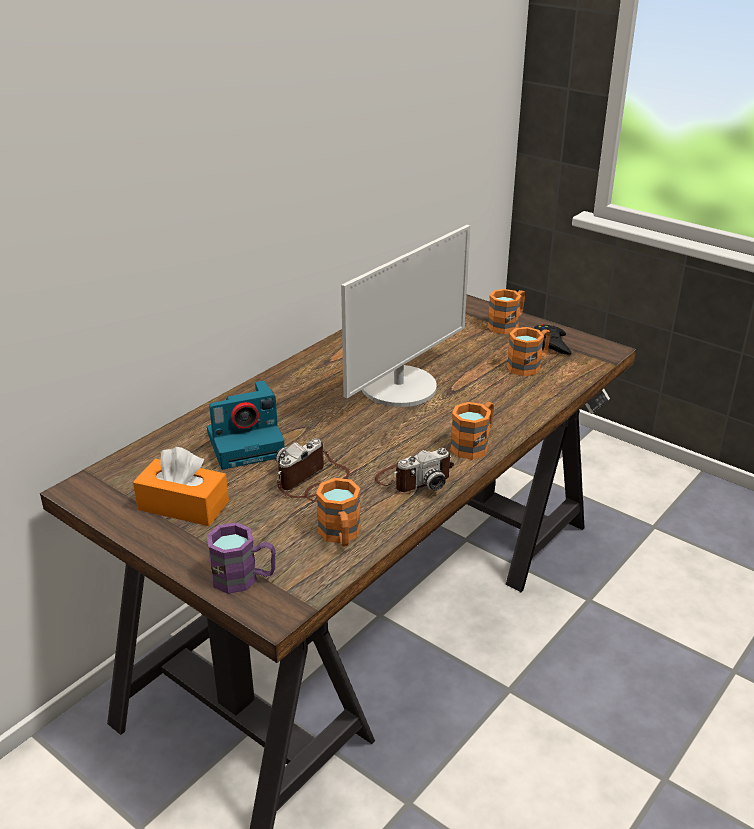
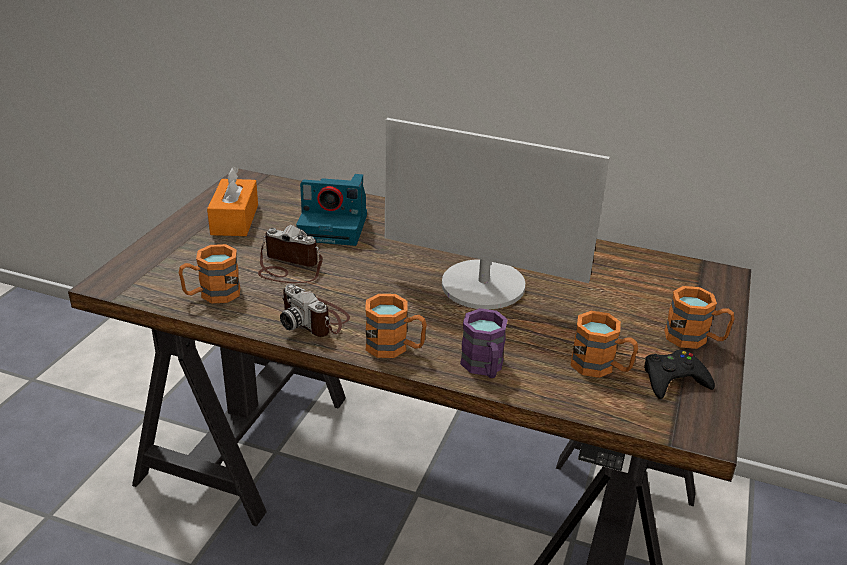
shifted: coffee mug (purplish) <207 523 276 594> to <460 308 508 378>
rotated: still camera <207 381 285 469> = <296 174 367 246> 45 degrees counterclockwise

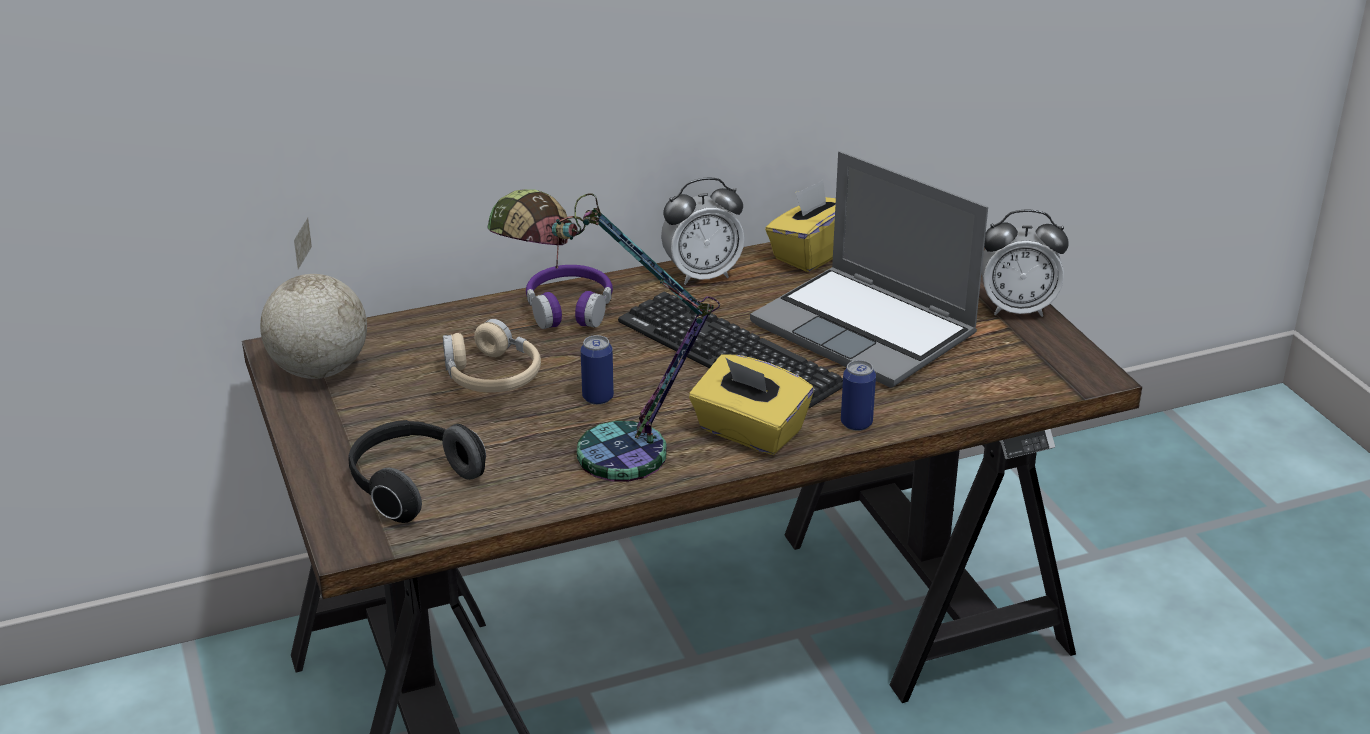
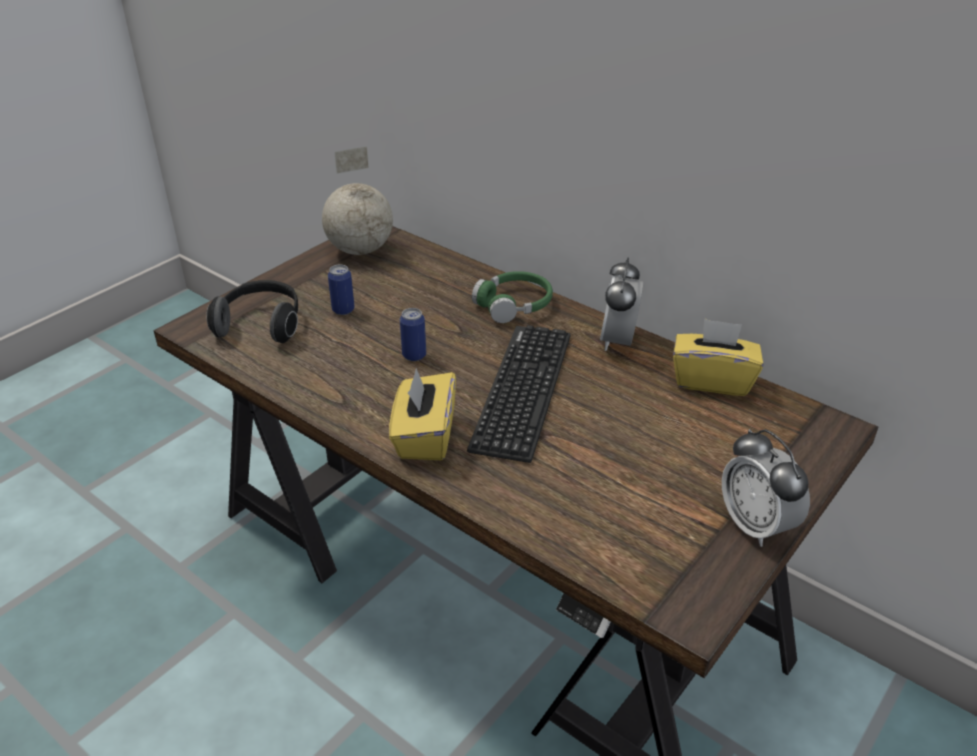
gone: headphones (sand-coloured) <443 319 541 393>; lamp for a table <487 189 720 482>; portable computer <750 151 988 388>
shifted: can <841 360 876 431> to <328 265 355 315>
repainted: headphones (purplish) <526 265 613 329> to headphones (greenish) <472 271 553 323>
rotated: bedside clock <661 178 744 285> = <600 258 643 351> 60 degrees clockwise

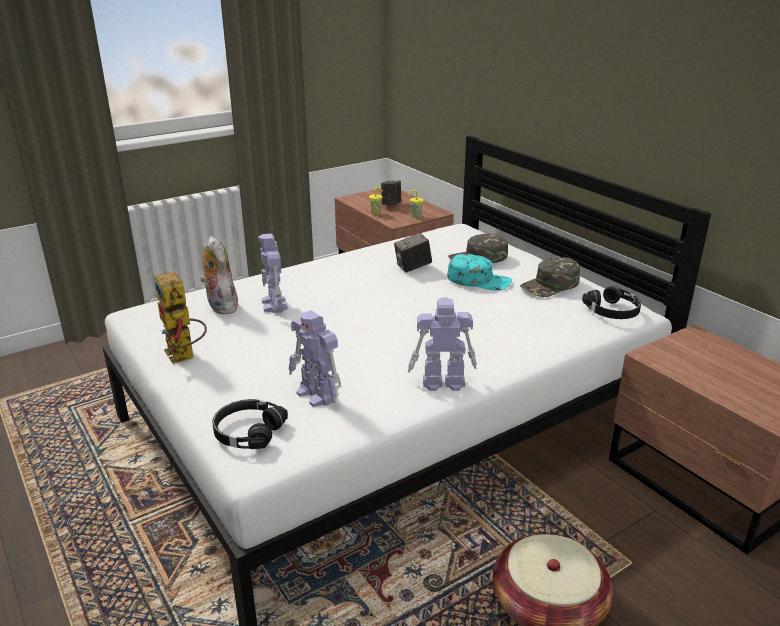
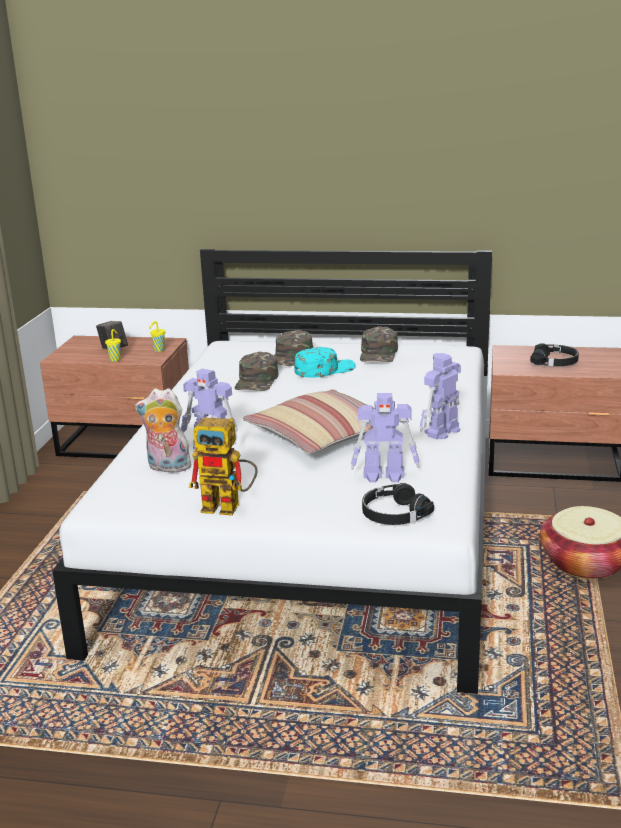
new: throw pillow <243 389 400 454>
shifted: headphones (black) <582 286 641 319> to <530 343 579 366>
swapped: still camera <394 233 432 272> to cap (greenish) <235 352 278 391>

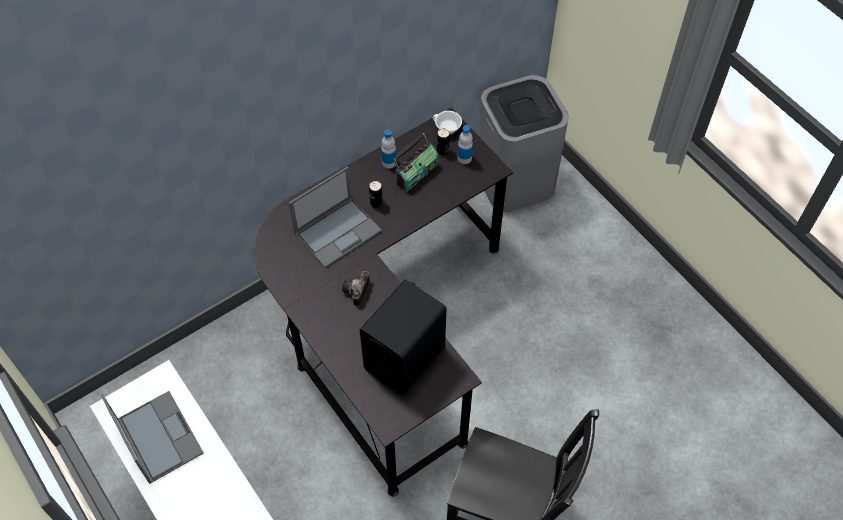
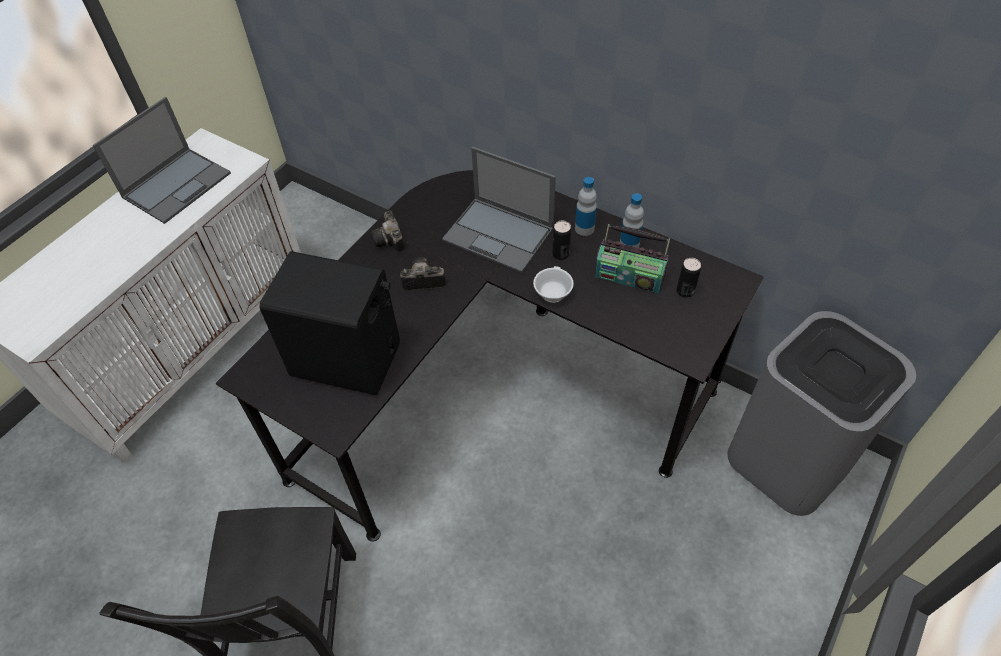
new: still camera <371 211 405 252>
shifted: drinking cup (white-coloured) <433 111 462 134> to <533 266 574 303>; beverage bottle <458 125 473 164> to <575 177 597 236>

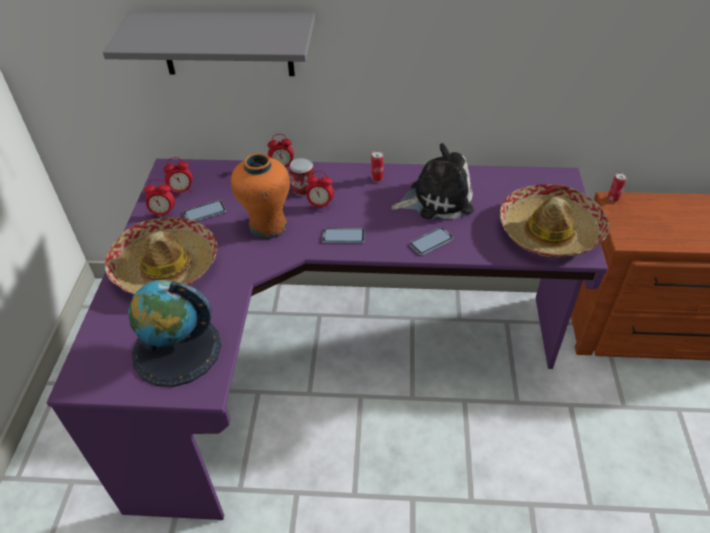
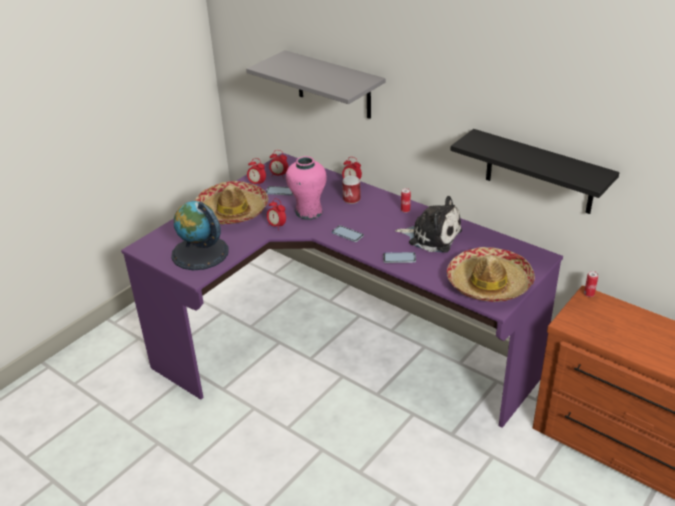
new: shelf (black) <450 129 620 214>
shifted: bedside clock <306 171 334 210> to <267 199 286 230>
repainted: decorative vase (orangey) <231 153 290 239> to decorative vase (pink-coloured) <286 156 327 220>

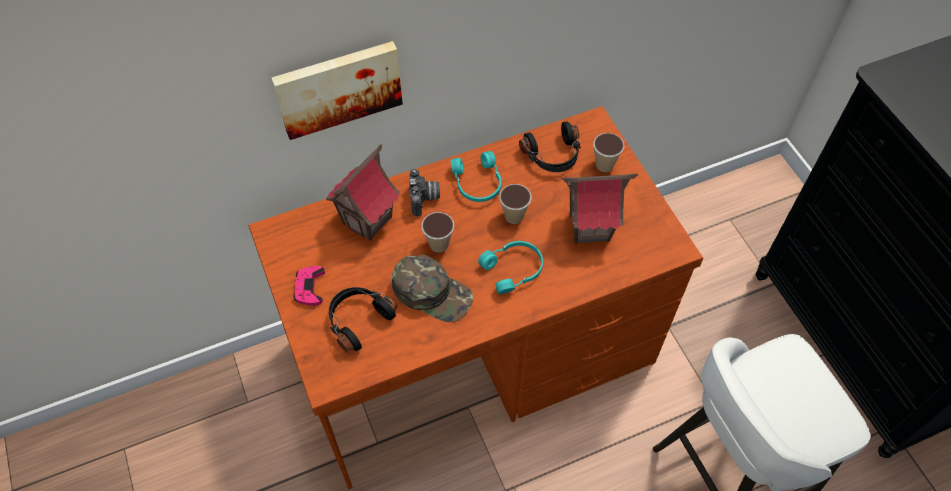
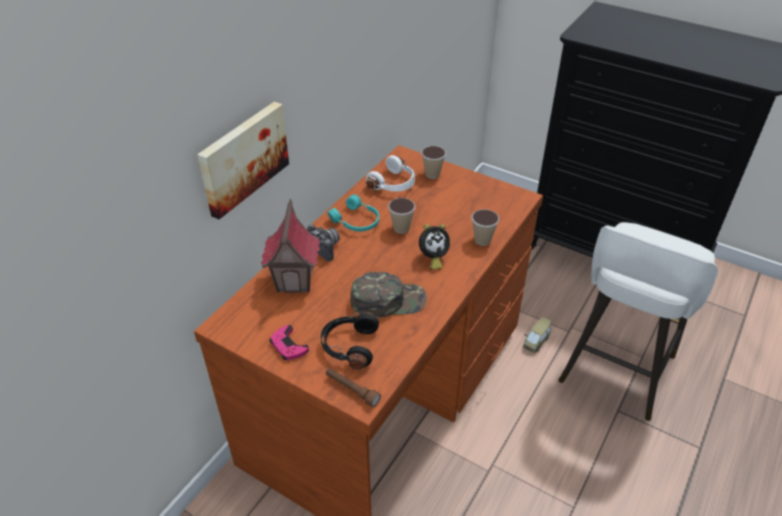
gone: miniature house <562 173 638 244>
new: flashlight (brownish) <326 368 381 407>; model car <523 317 551 353>
shifted: drinking cup <421 212 454 252> to <472 209 499 246>
swapped: headphones (turquoise) <478 241 543 294> to bedside clock <419 224 450 269>
repainted: headphones (black) <519 122 581 172> to headphones (white-coloured) <366 155 415 192>

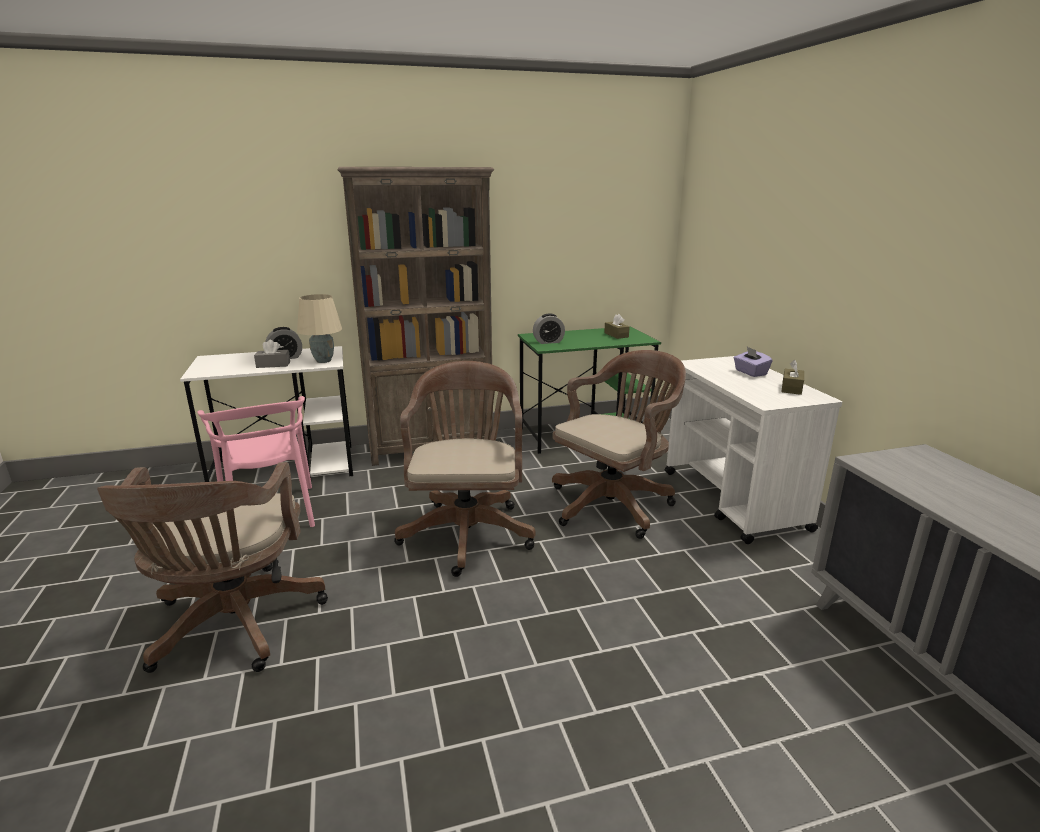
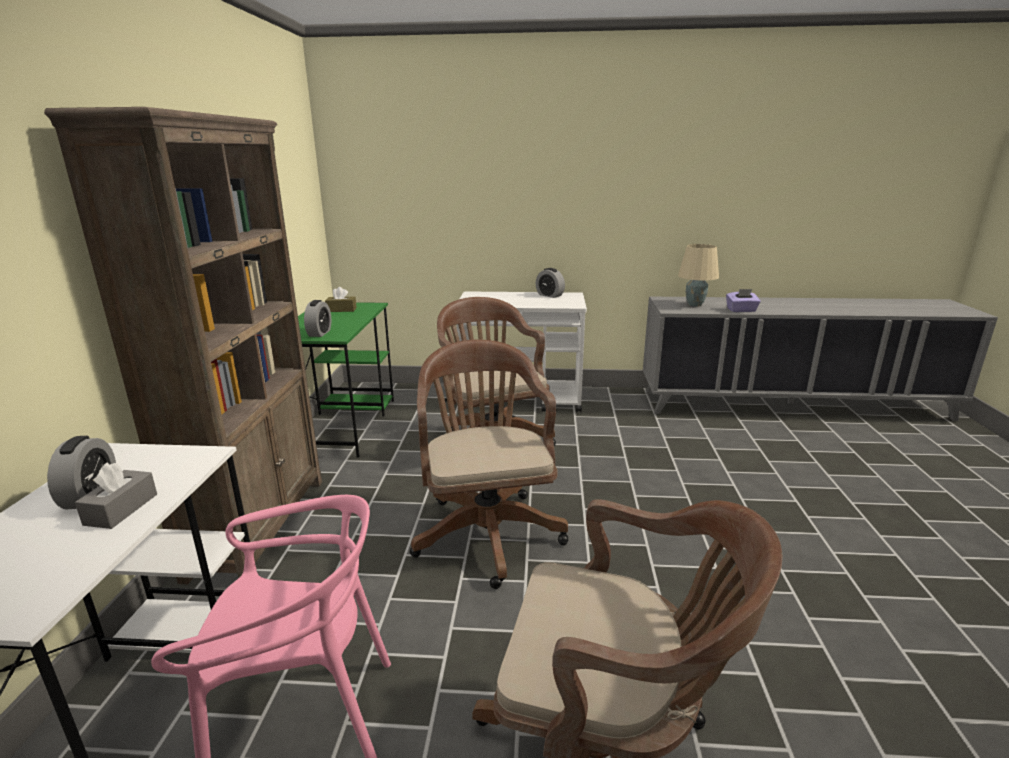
shifted: lamp for a table (sand-coloured) <297 294 342 363> to <678 244 719 307>; tissue box (purplish) <734 347 773 377> to <726 289 761 312>
swapped: tissue box (brownish) <782 360 804 395> to bedside clock <536 268 565 298>
rotated: office chair (brownish) <394 361 536 577> = <410 339 569 589> 60 degrees clockwise

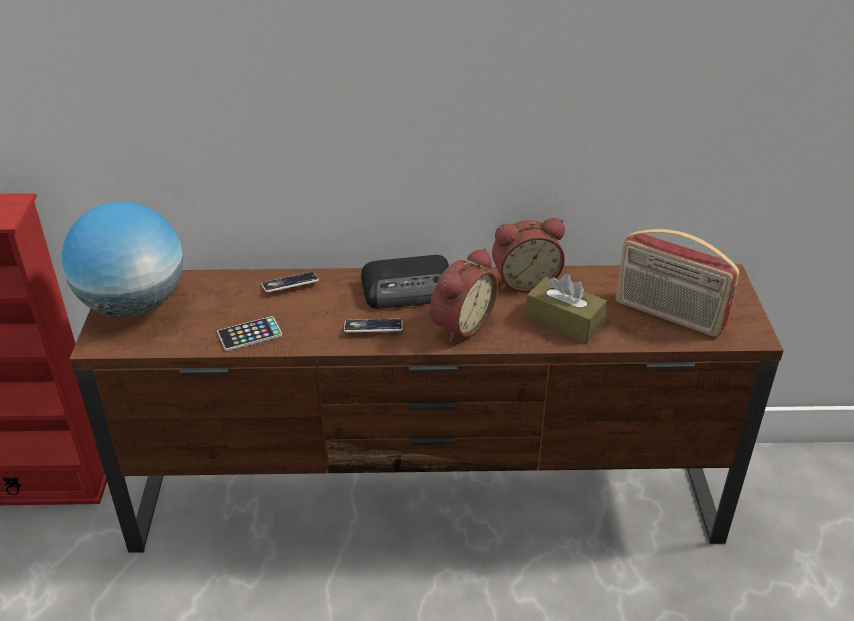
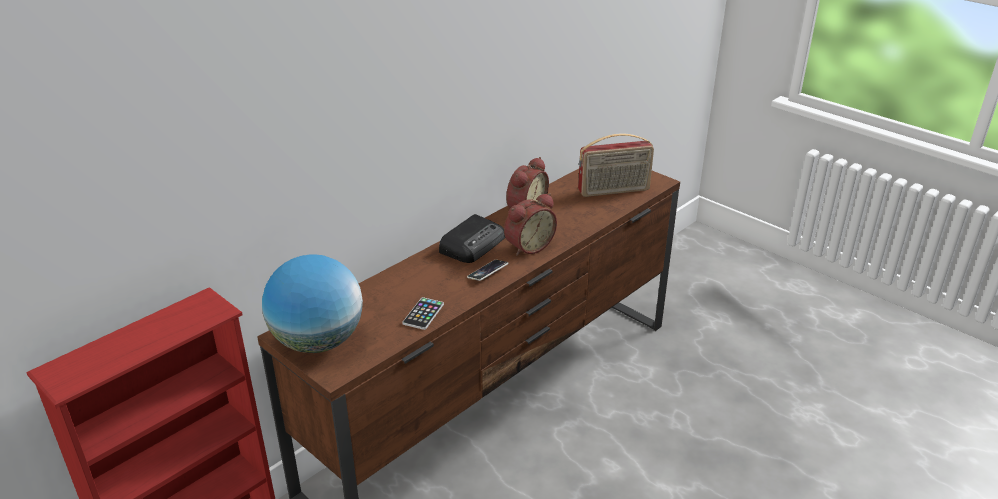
gone: telephone <261 272 319 292>; tissue box (brownish) <525 274 607 343>
rotated: bedside clock <430 248 498 342> = <504 193 557 256> 60 degrees clockwise

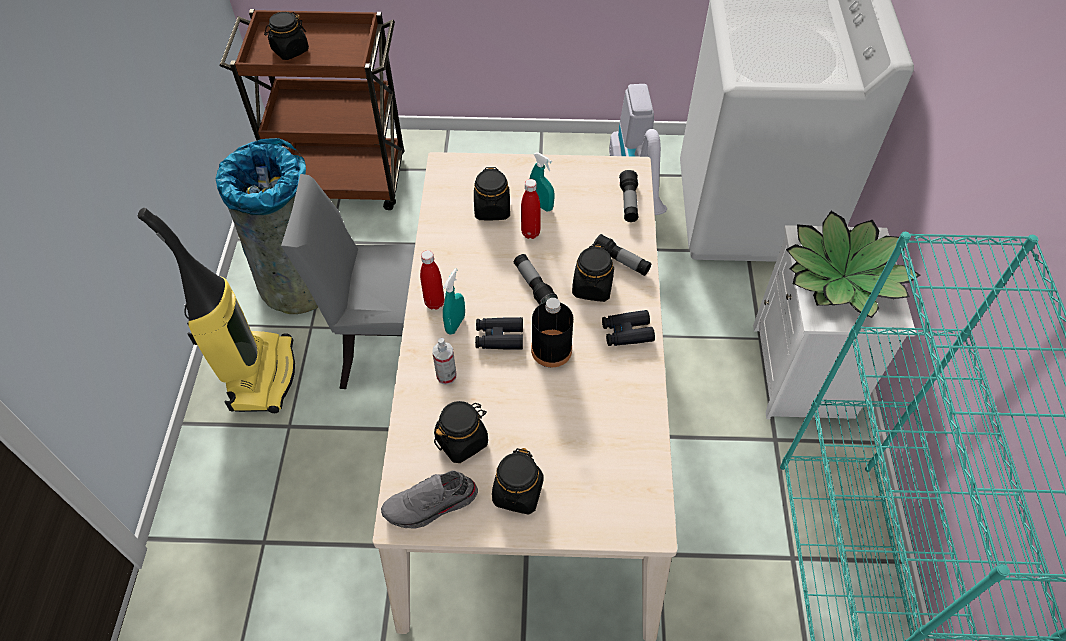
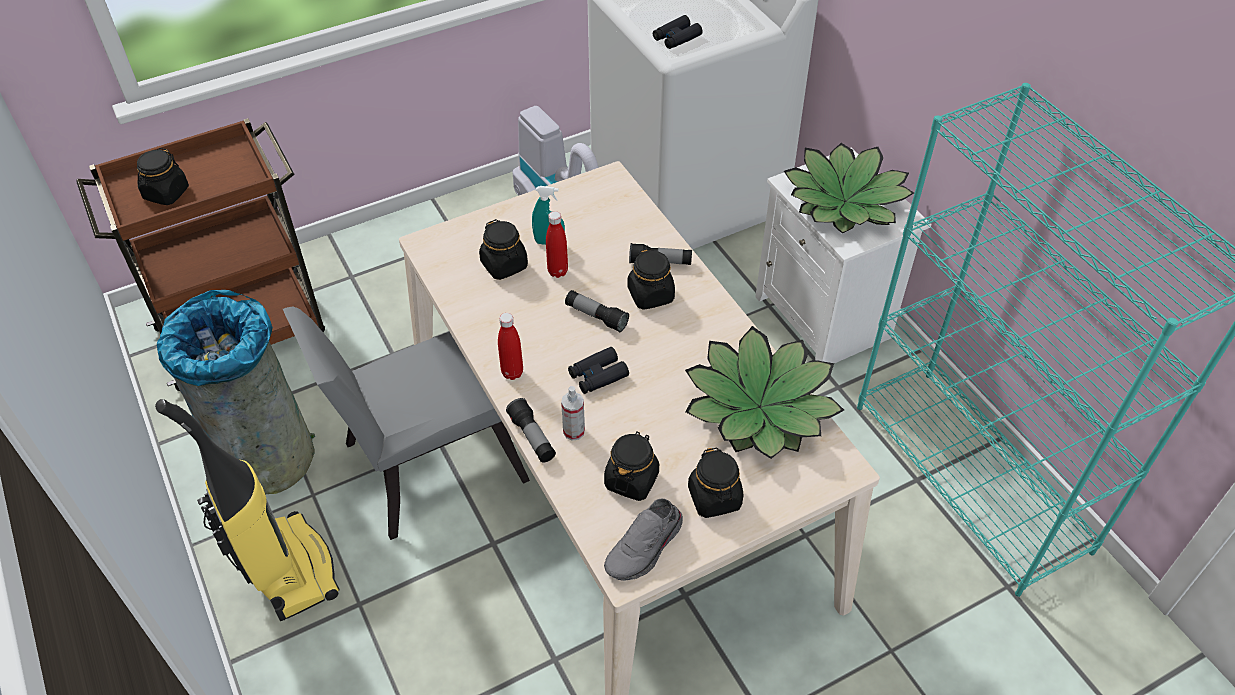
gone: spray bottle (turquoise) <443 268 465 335>; beverage bottle (black) <531 298 573 367>
new: houseplant <685 326 844 459>
shifted: binoculars (black) <602 310 655 346> to <653 15 703 49>; flashlight <619 170 638 222> to <506 398 556 462>

